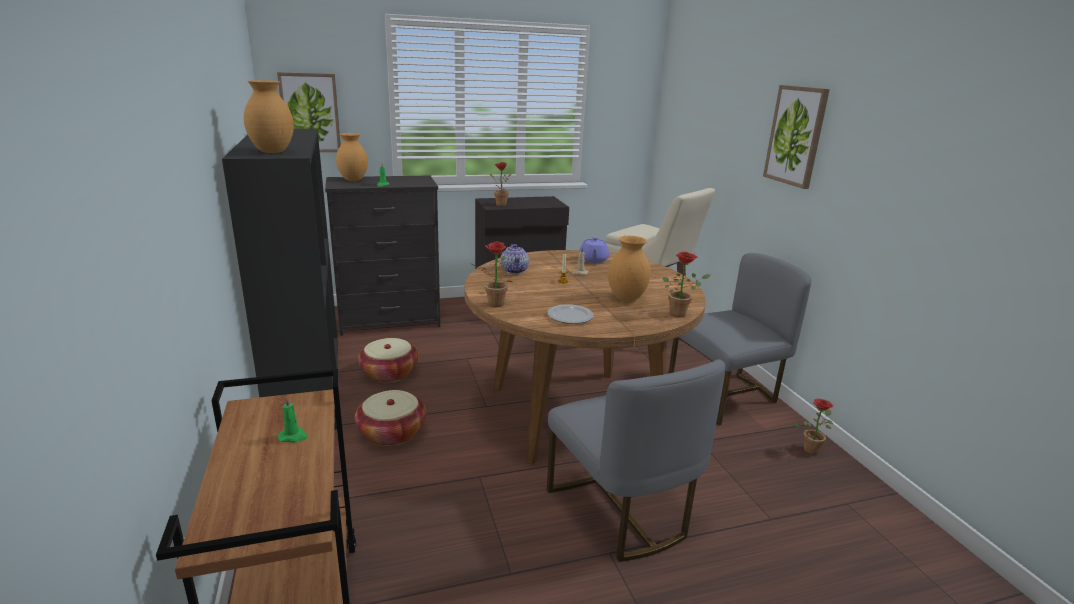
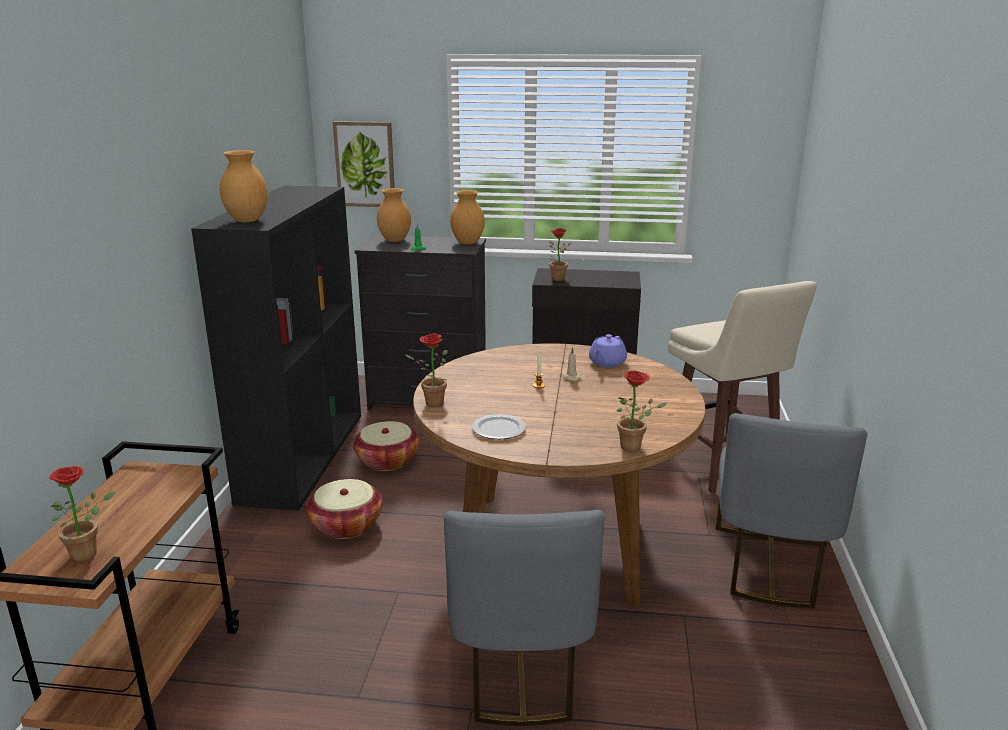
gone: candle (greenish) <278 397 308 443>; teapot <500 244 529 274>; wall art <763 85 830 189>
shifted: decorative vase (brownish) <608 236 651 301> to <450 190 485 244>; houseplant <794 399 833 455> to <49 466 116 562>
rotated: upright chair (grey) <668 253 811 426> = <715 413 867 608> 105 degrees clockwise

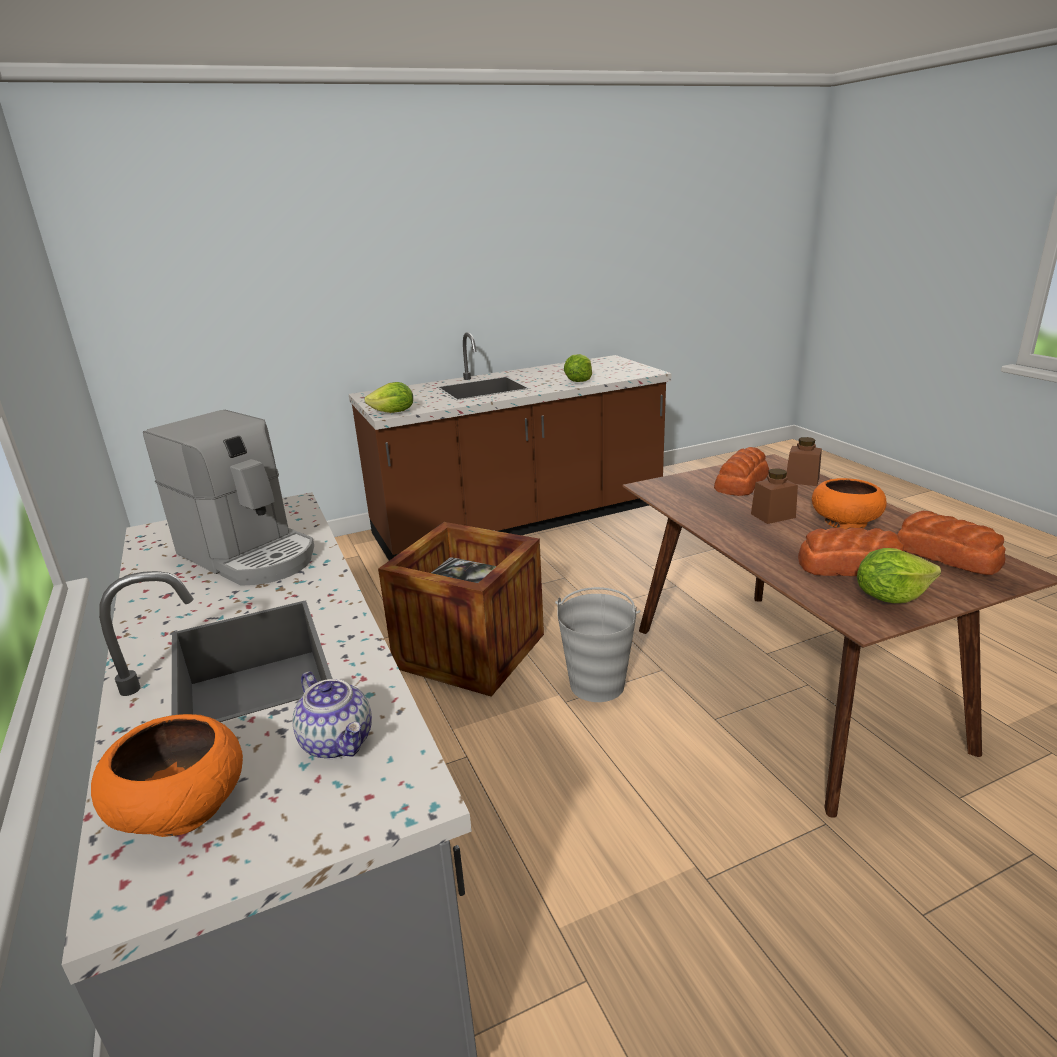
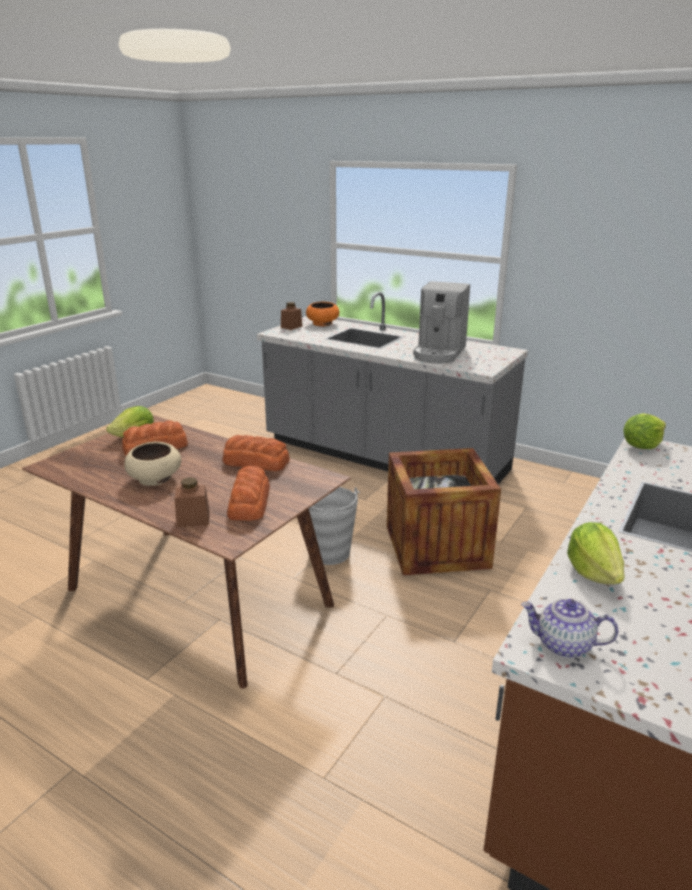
shifted: teapot <293 672 372 759> to <521 598 618 658>; jar (brownish) <751 469 798 524> to <281 302 302 330>; baked bread <897 511 1006 575> to <222 435 290 471>
repainted: bowl (orangey) <812 478 887 530> to bowl (sand-coloured) <124 442 181 486>
rotated: coffee maker <143 410 314 586> = <413 281 470 364> 75 degrees counterclockwise

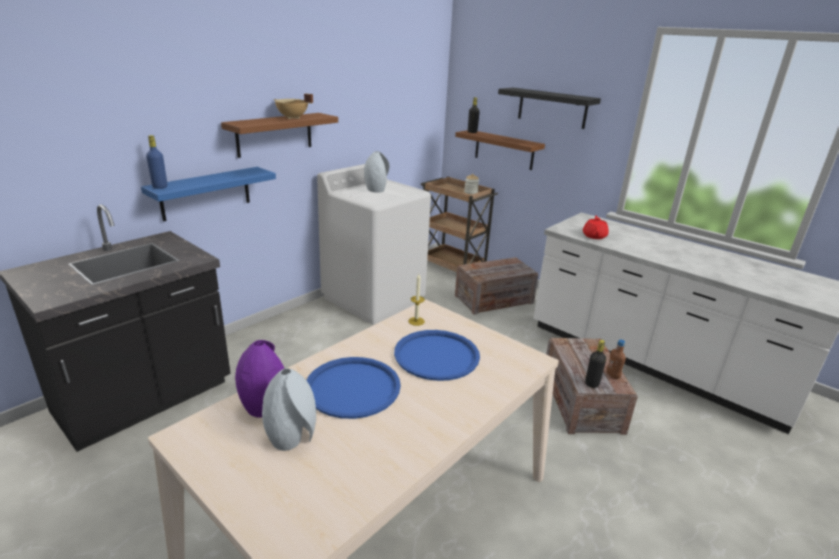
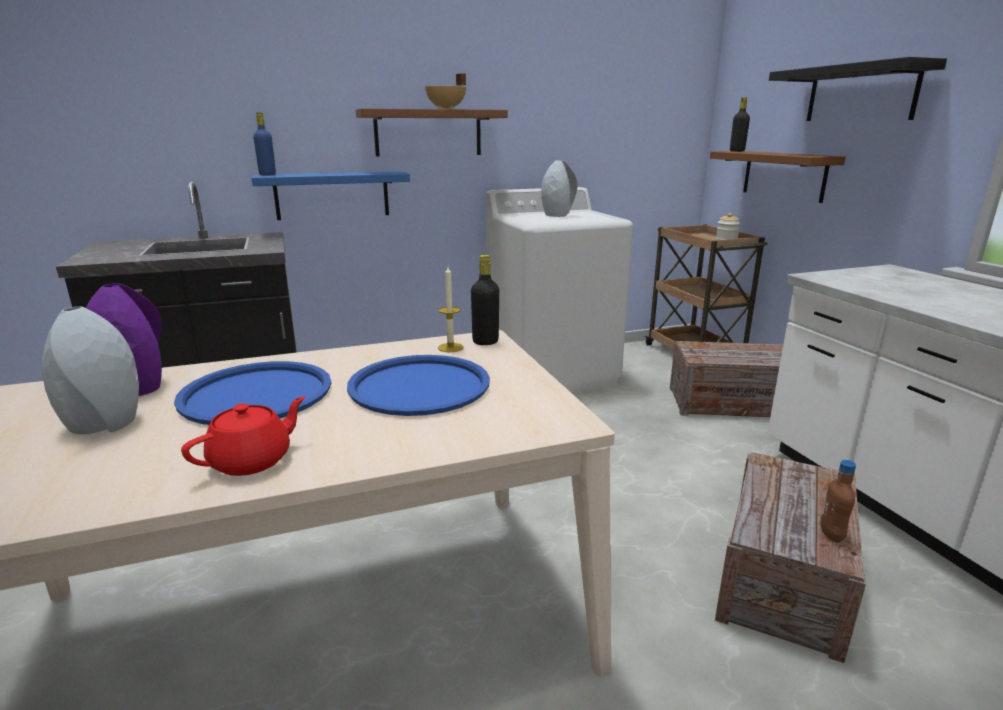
shifted: teapot (red-coloured) <583 215 609 239> to <181 396 306 476>; beverage bottle (black) <585 340 606 388> to <471 255 499 345>

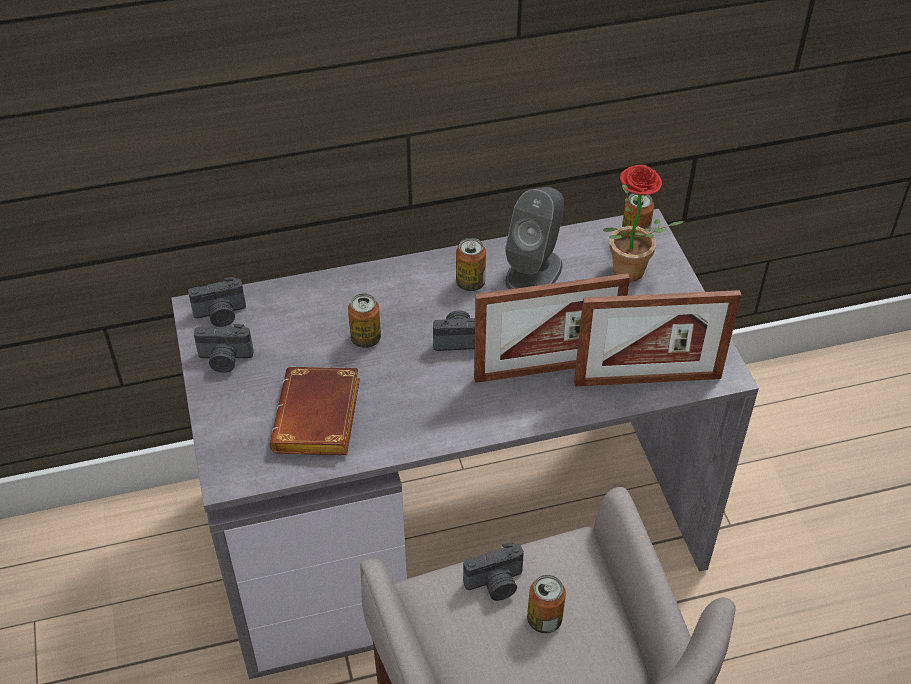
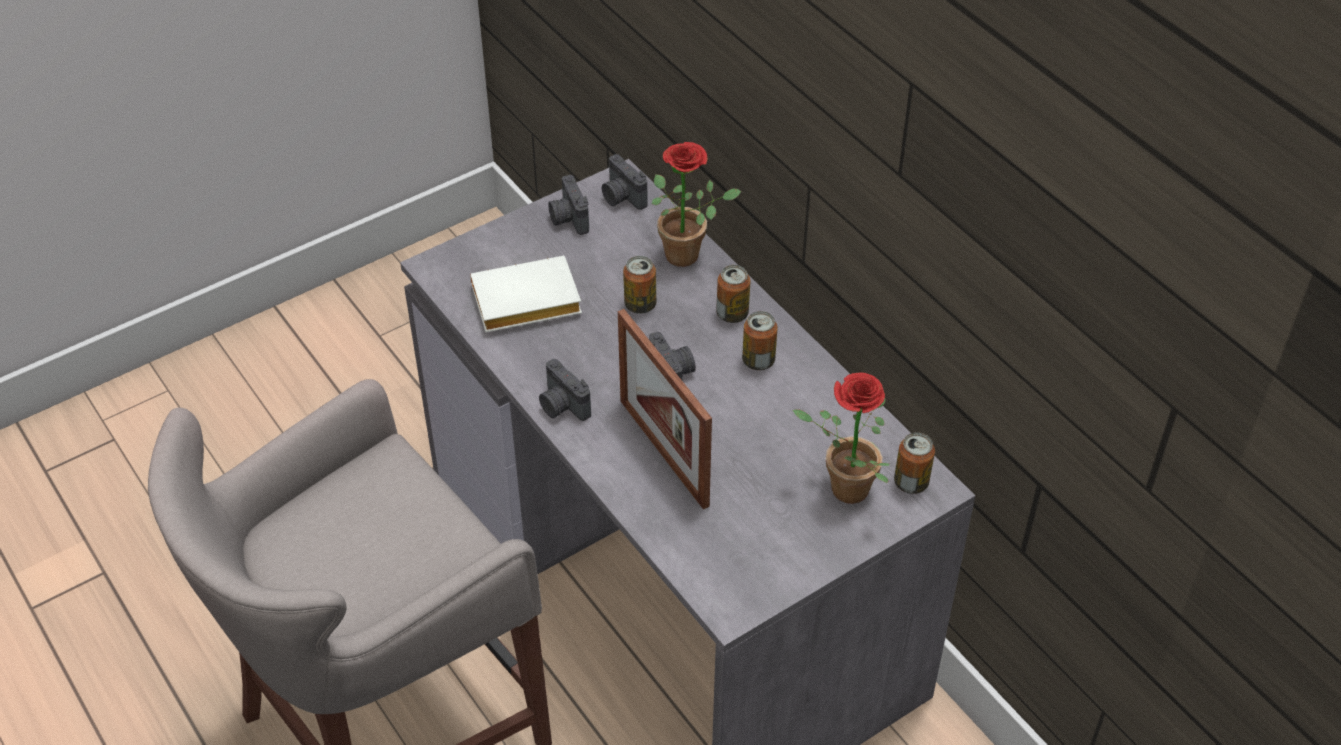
gone: loudspeaker (grey) <505 187 564 289>; standing frame <574 290 741 387>
new: houseplant <652 142 741 267>
shifted: still camera <463 542 524 601> to <539 359 591 421>; can <527 575 566 633> to <716 265 751 323>
repainted: book (brownish) <270 367 360 455> to book (white-coloured) <470 256 582 332>

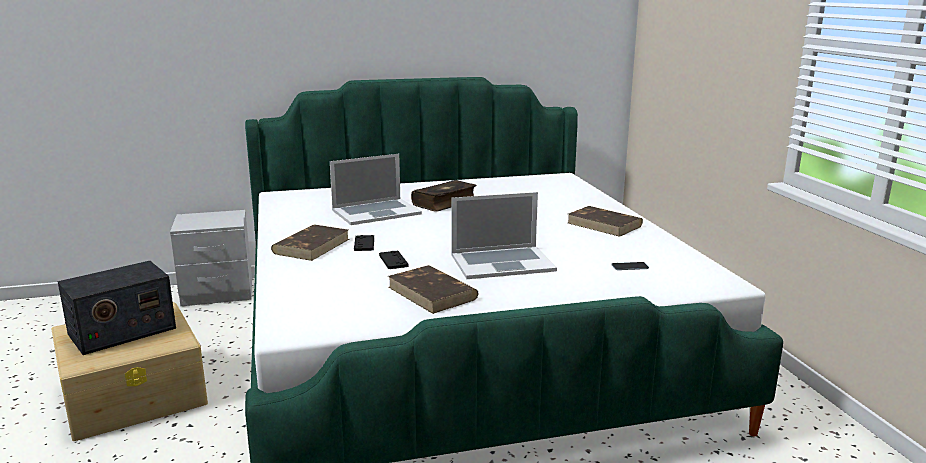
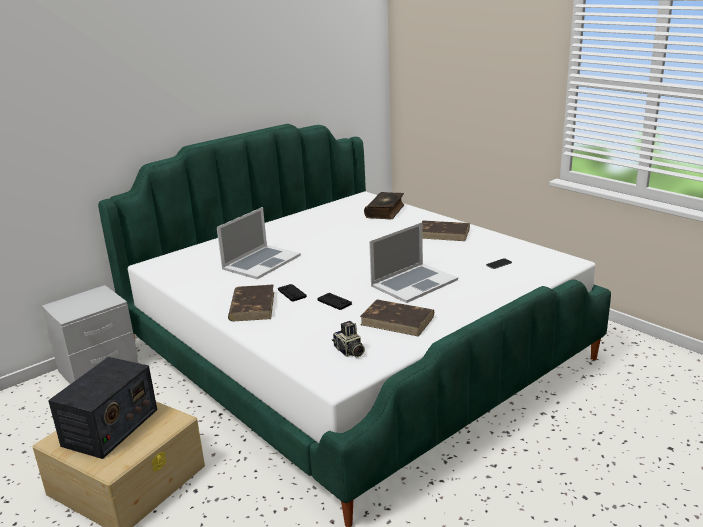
new: still camera <332 321 365 358>
shifted: book <411 180 477 212> to <364 192 405 219>

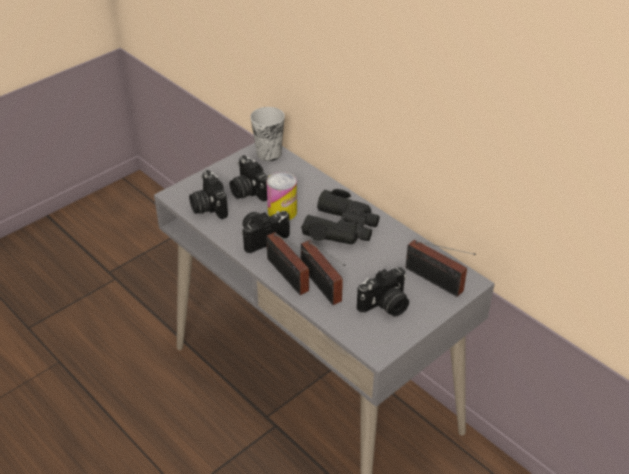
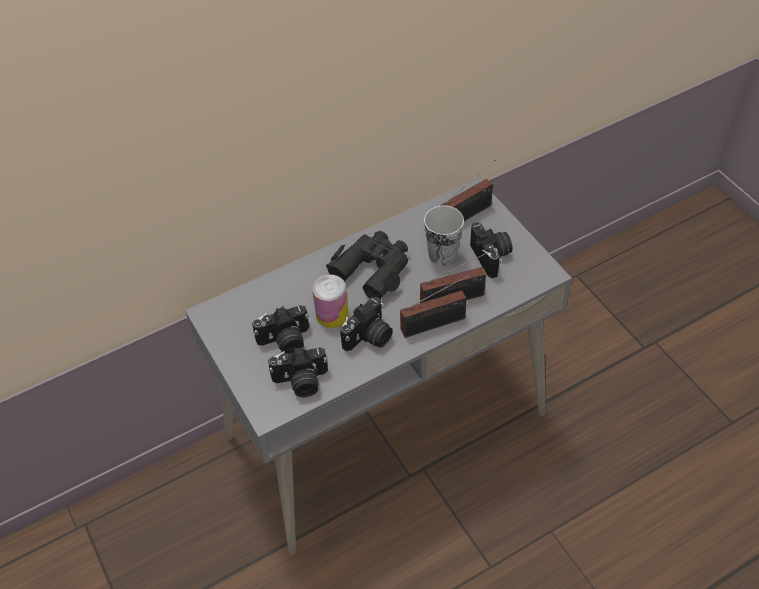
shifted: drinking cup <250 107 285 161> to <424 205 464 266>
rotated: still camera <241 211 290 253> = <340 296 393 351> 120 degrees counterclockwise

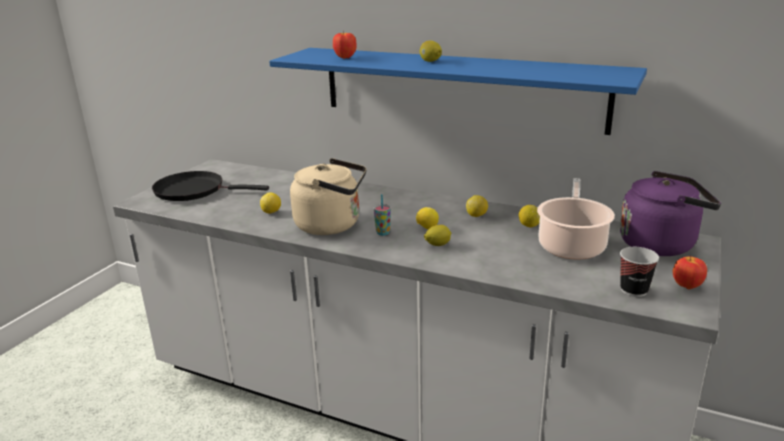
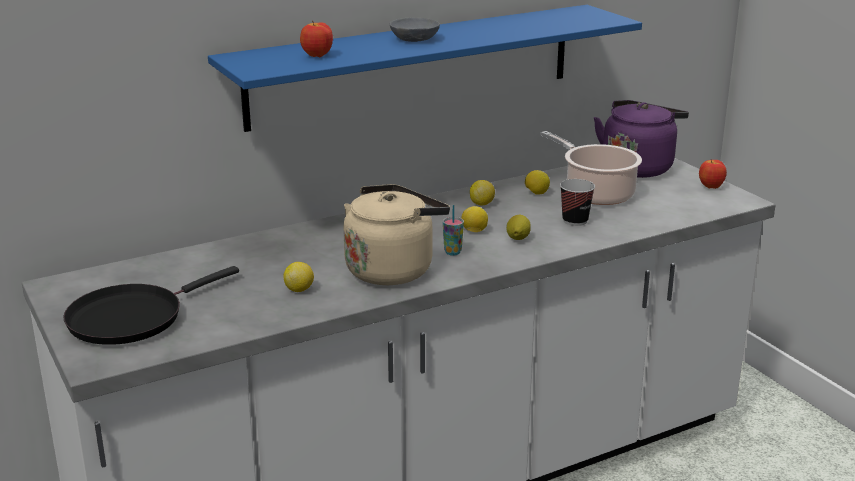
shifted: drinking cup <620 247 659 297> to <560 179 595 226>
swapped: lemon <420 41 442 62> to bowl (grey) <390 17 440 42>

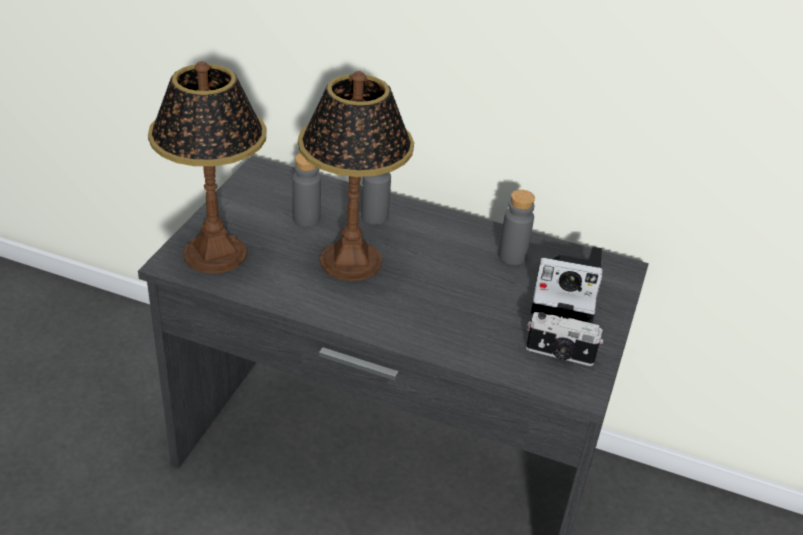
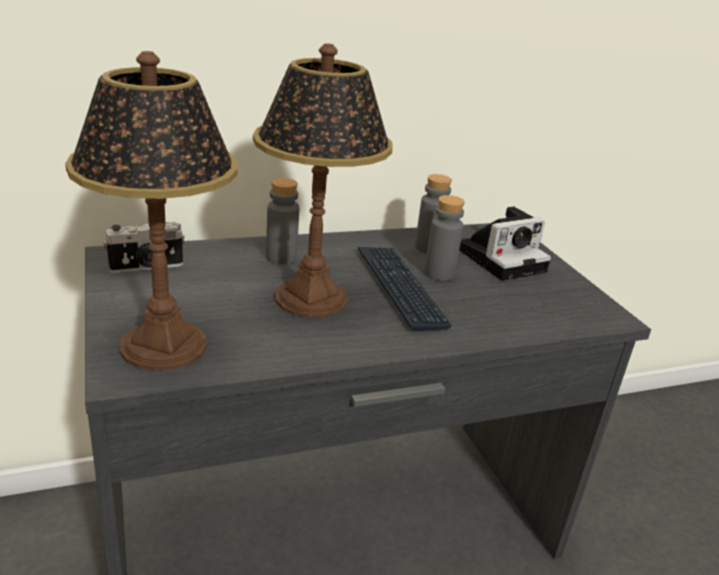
new: PC keyboard <358 247 452 330>
shifted: beverage bottle (grey) <292 153 321 226> to <424 195 465 281>; still camera <526 312 603 366> to <103 222 185 273>

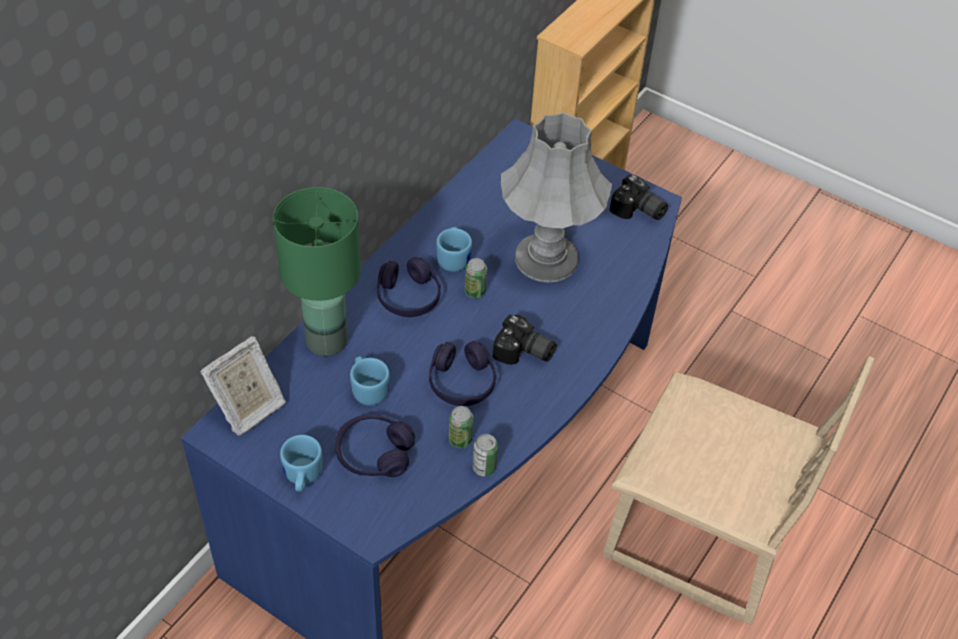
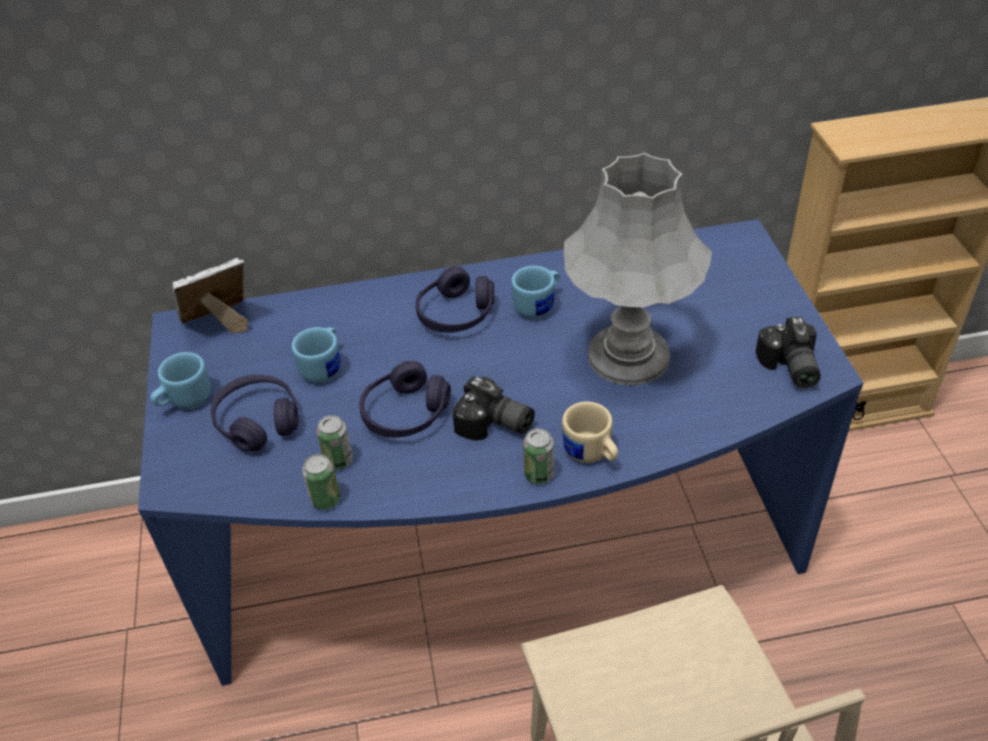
gone: lamp for a table (greenish) <273 187 361 356>
new: coffee mug (sand-coloured) <562 402 618 463>
shifted: can <465 258 487 298> to <523 428 554 484>
rotated: standing frame <200 336 286 435> = <172 258 248 333> 150 degrees clockwise; still camera <493 314 557 365> = <453 376 535 441> 45 degrees counterclockwise

